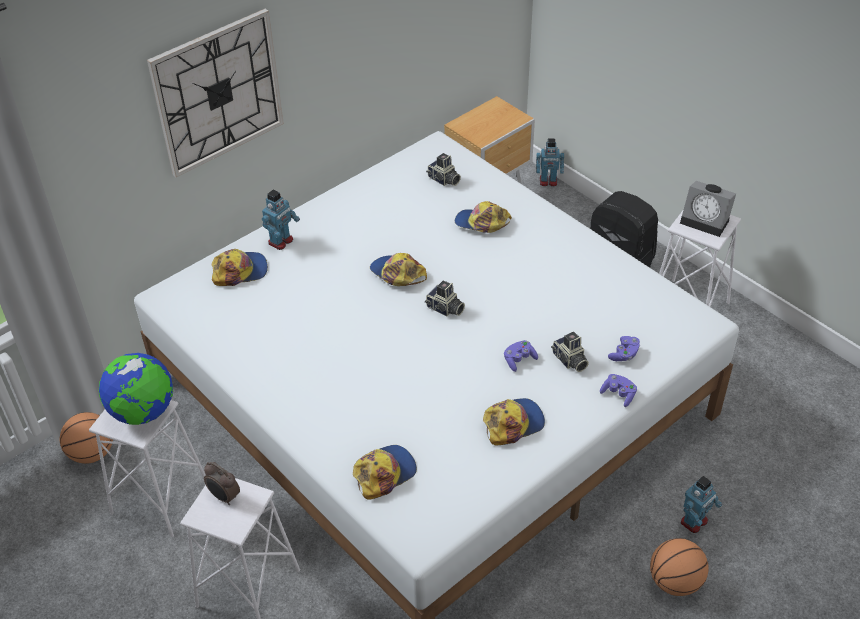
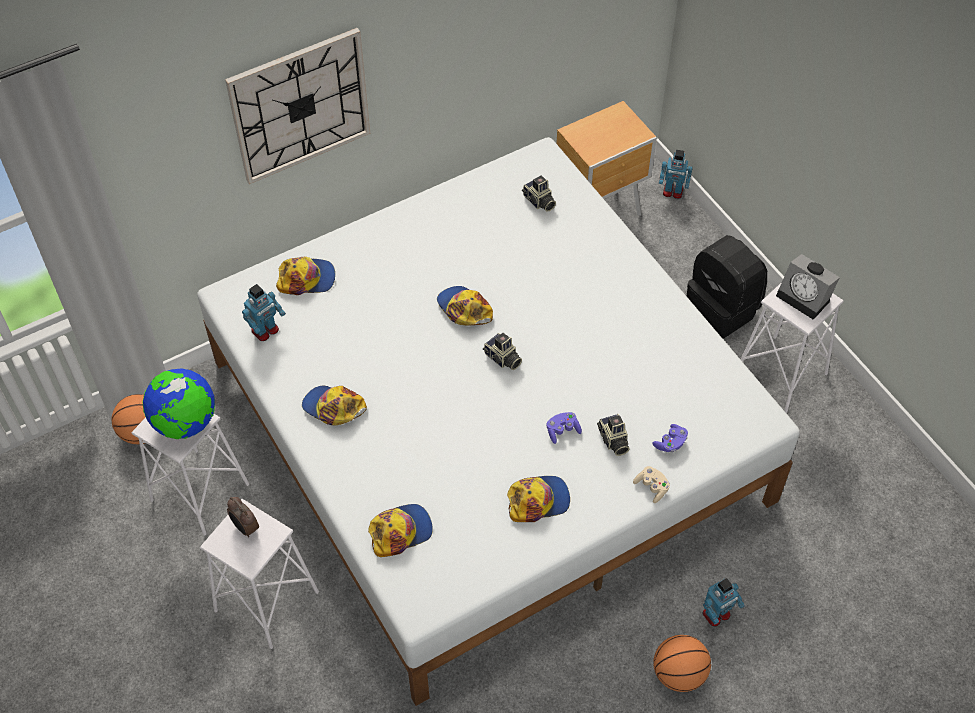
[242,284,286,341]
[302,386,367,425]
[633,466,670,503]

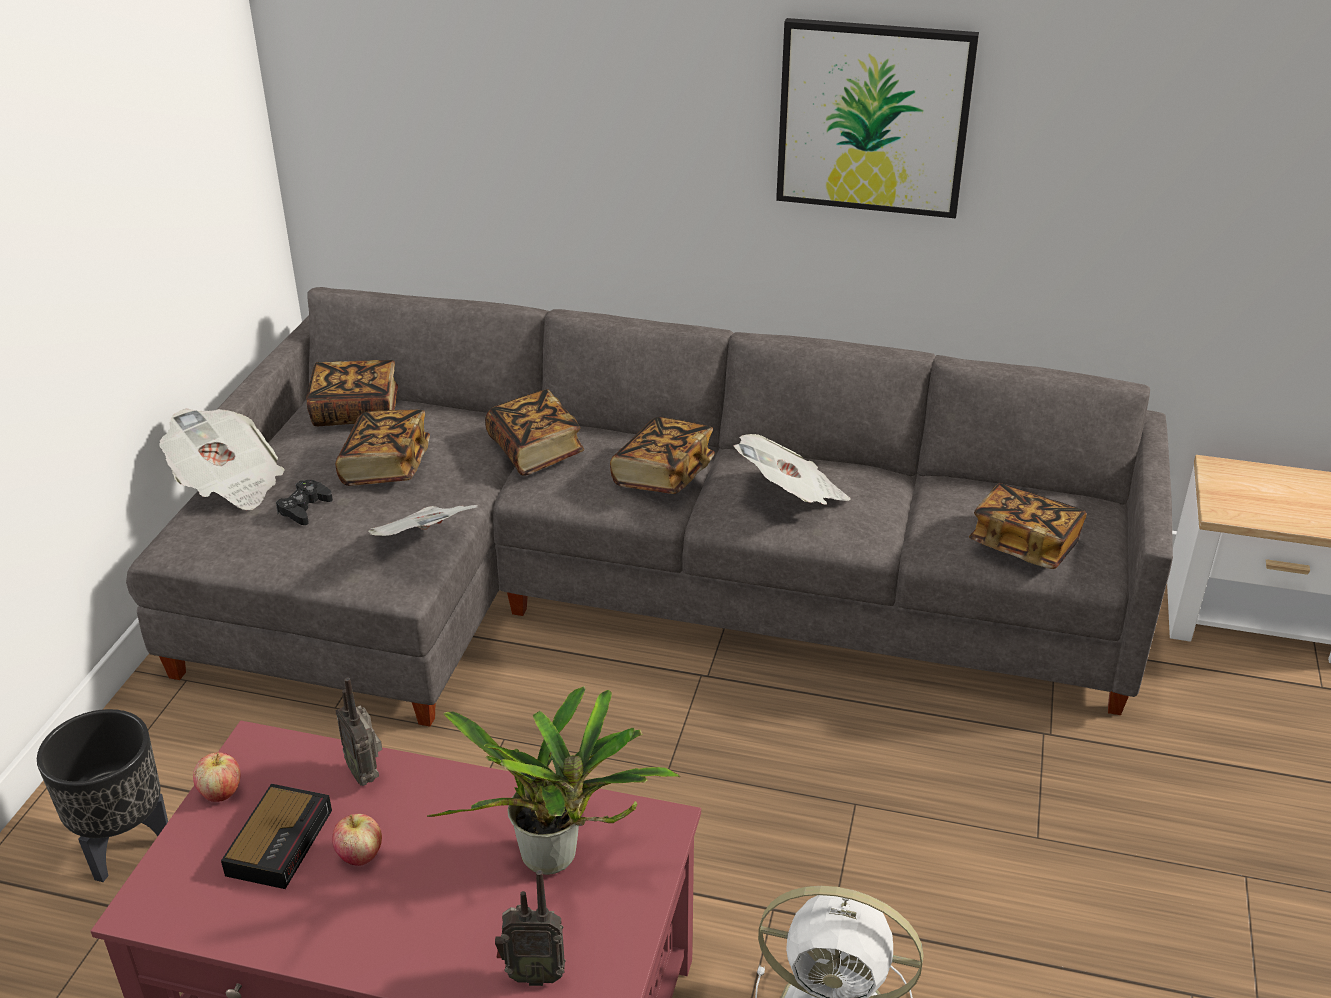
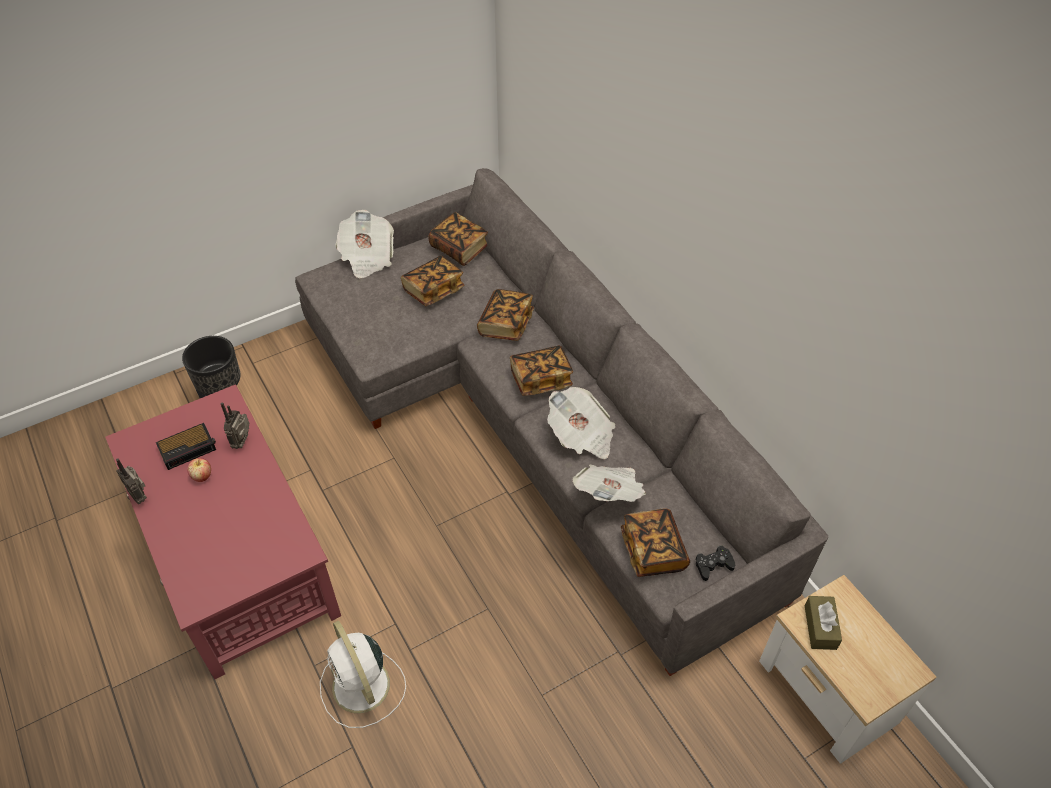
[193,752,241,802] (first image)
[695,545,735,581]
[572,465,646,502]
[427,686,681,875] (first image)
[116,458,147,504]
[776,18,979,218] (first image)
[805,596,842,650]

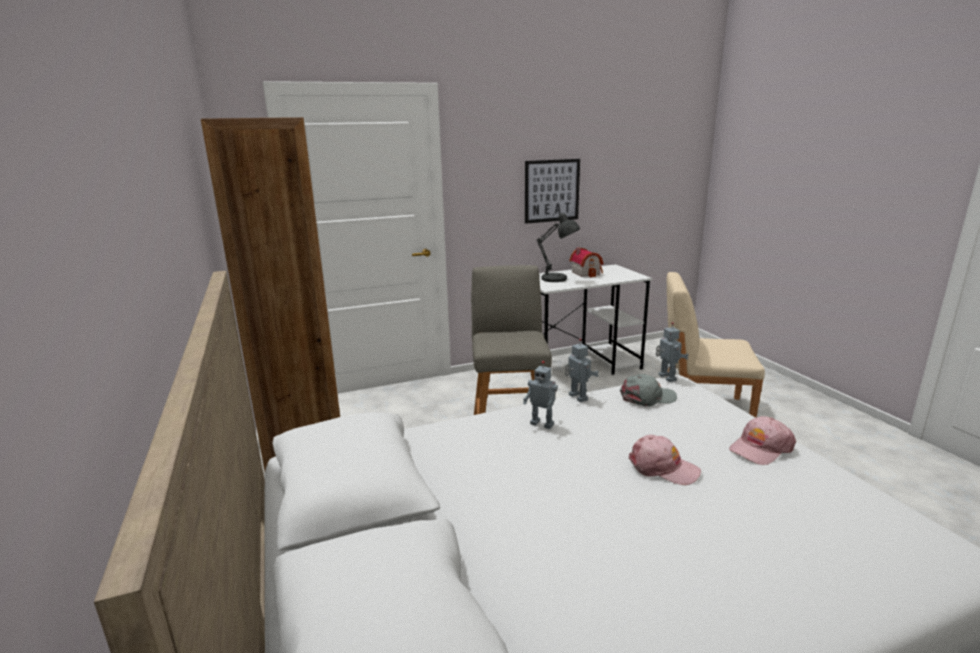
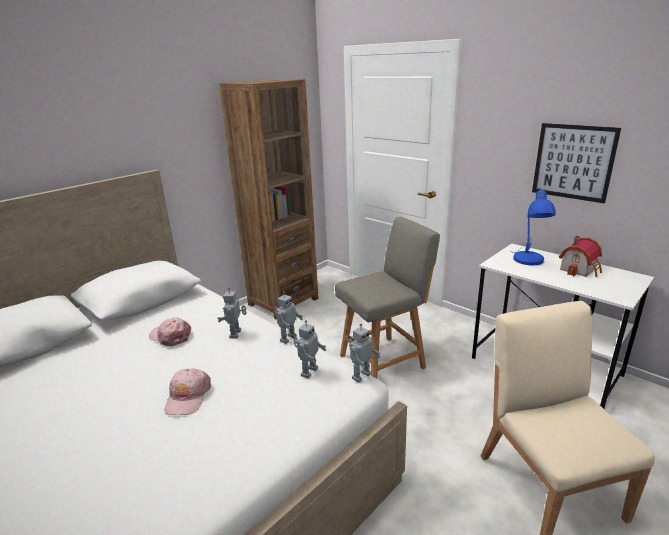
[512,188,556,266]
[294,320,326,379]
[149,317,191,346]

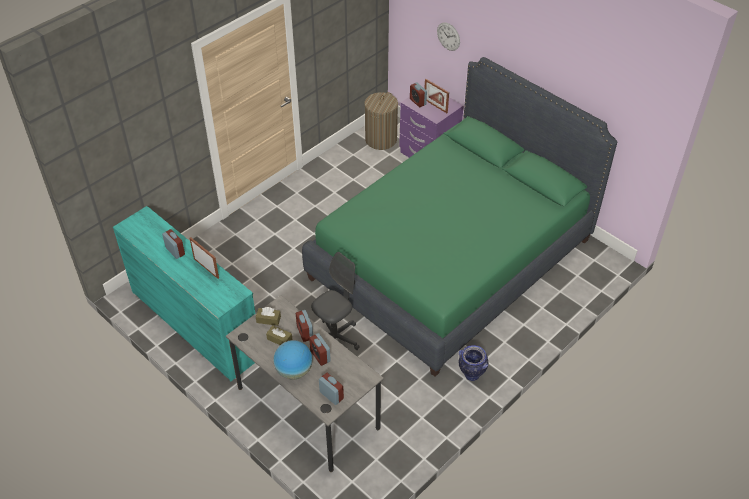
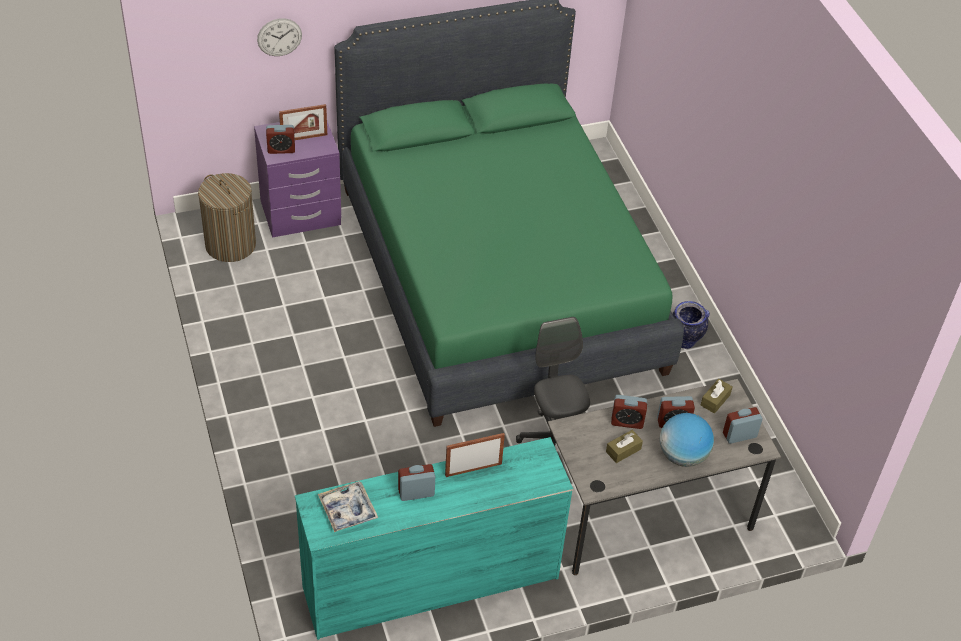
[701,379,733,413]
[318,481,378,532]

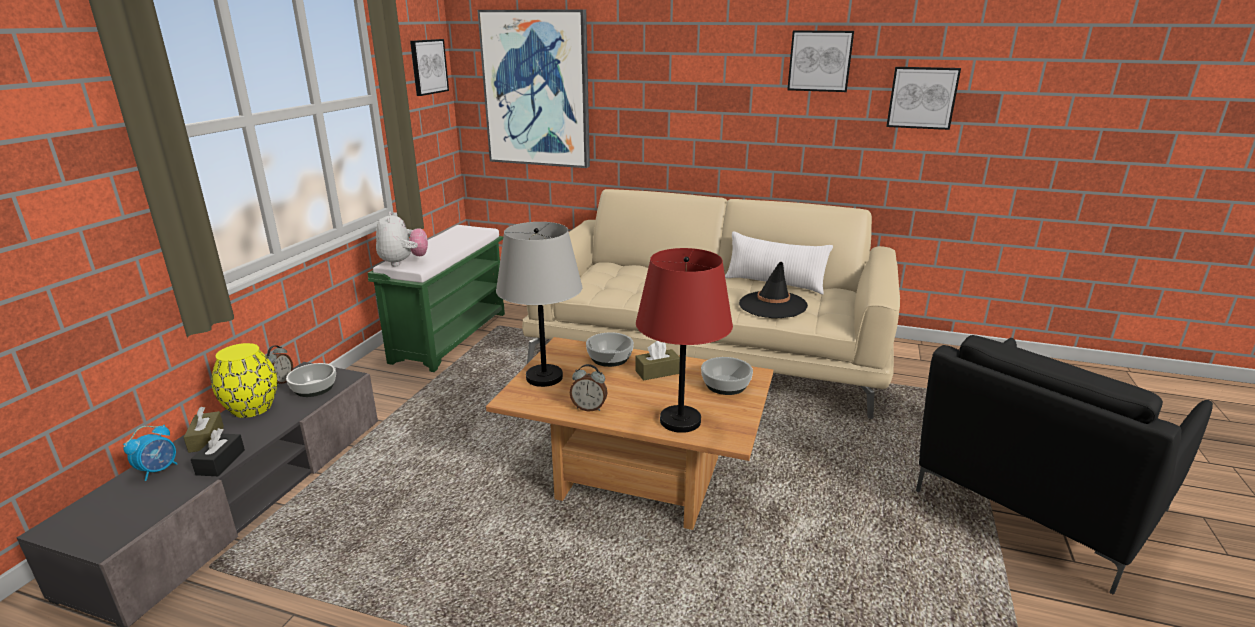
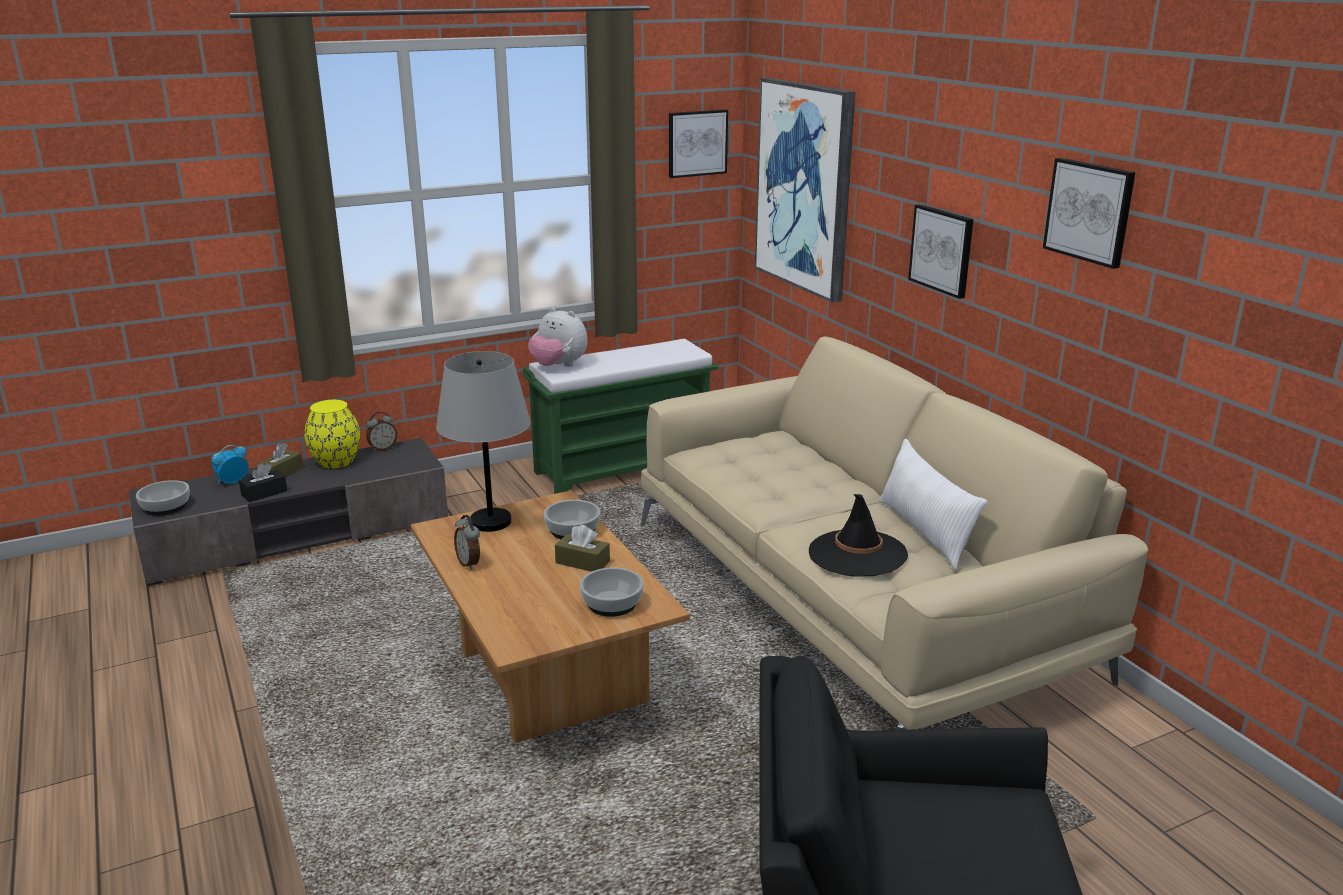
[211,445,249,484]
[136,480,190,516]
[528,307,587,366]
[636,248,733,433] (first image)
[908,204,974,299]

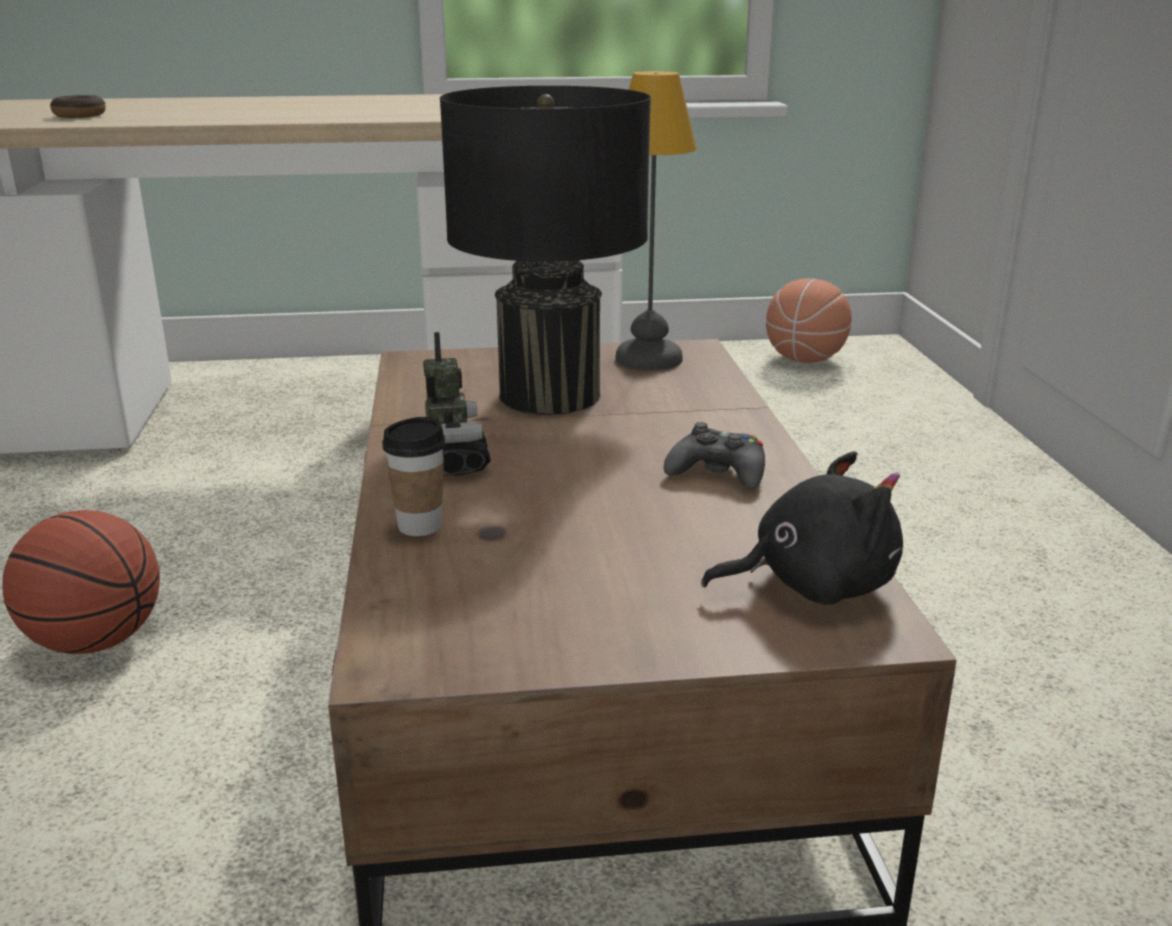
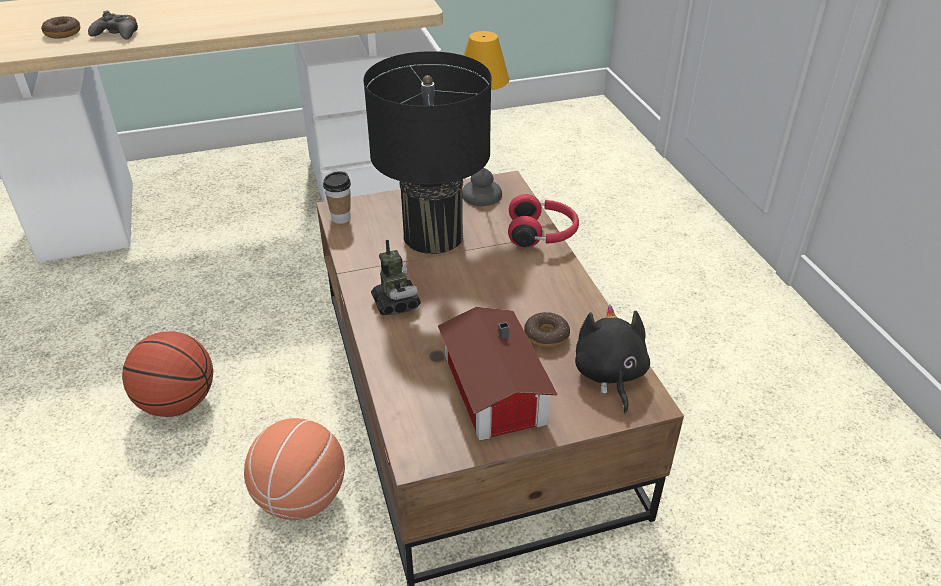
[323,171,351,224]
[88,11,138,40]
[575,305,650,414]
[244,418,345,520]
[438,307,558,441]
[508,194,579,248]
[524,312,570,349]

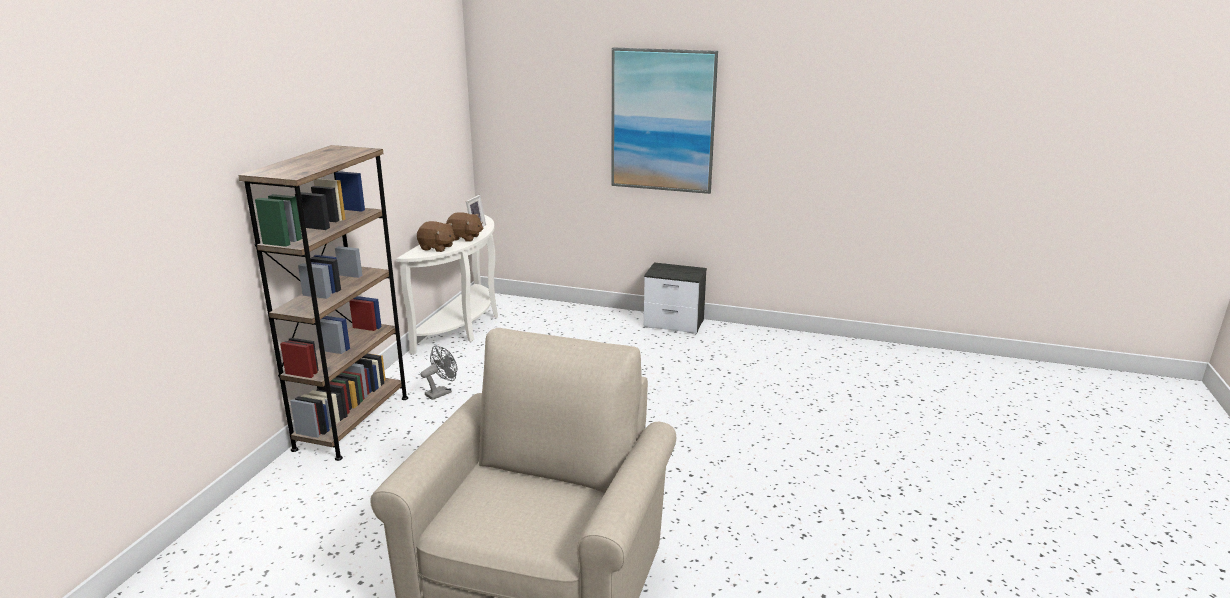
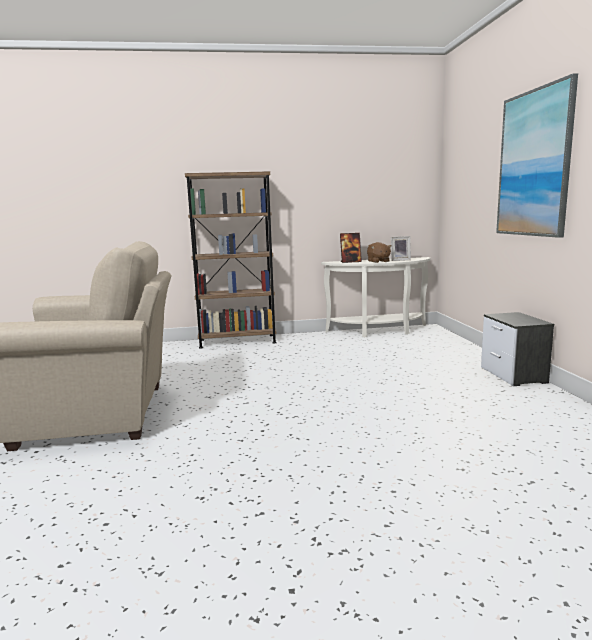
[340,233,362,263]
[420,346,457,400] (first image)

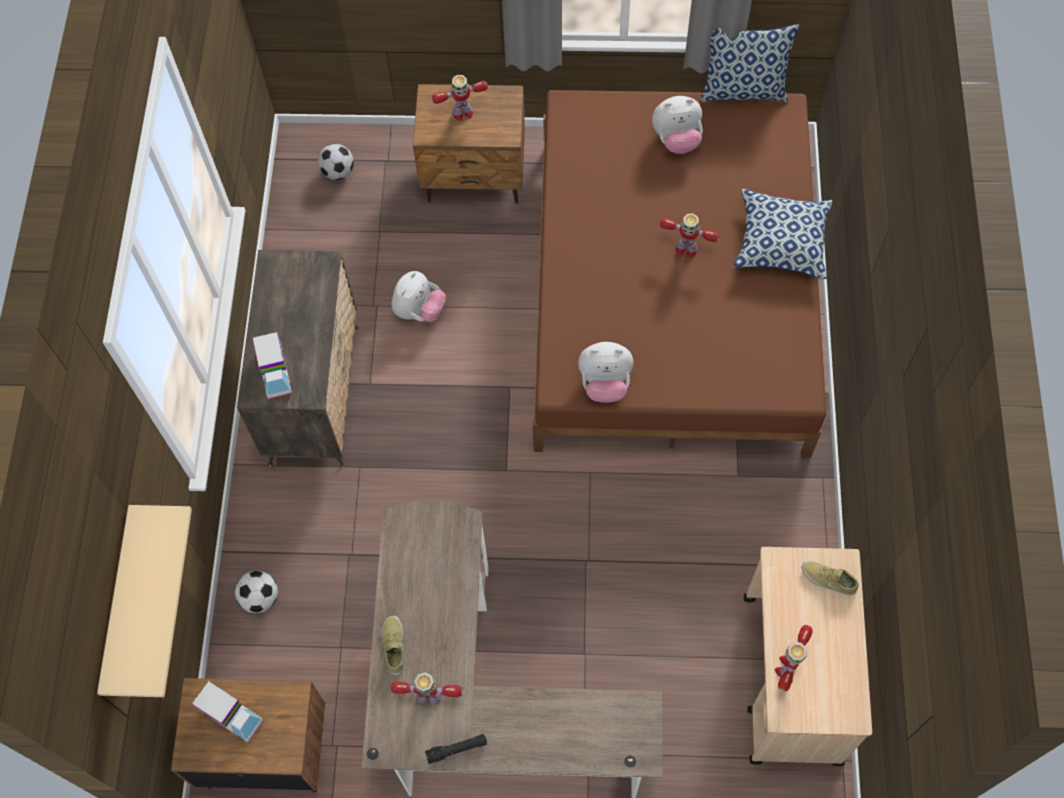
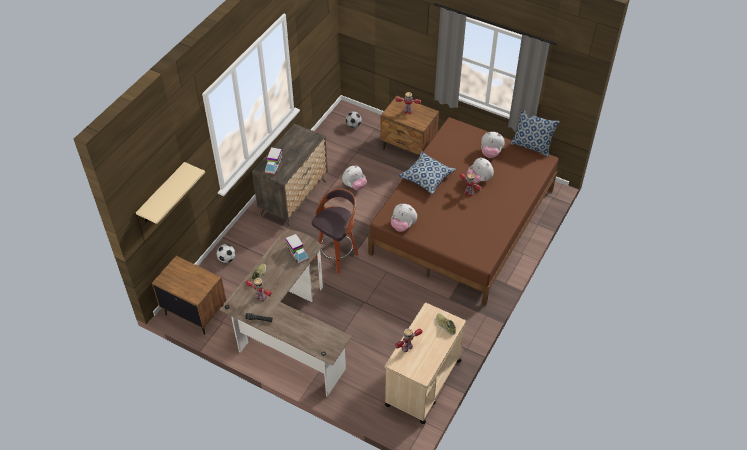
[286,234,309,264]
[398,152,456,194]
[312,188,358,273]
[467,157,494,184]

